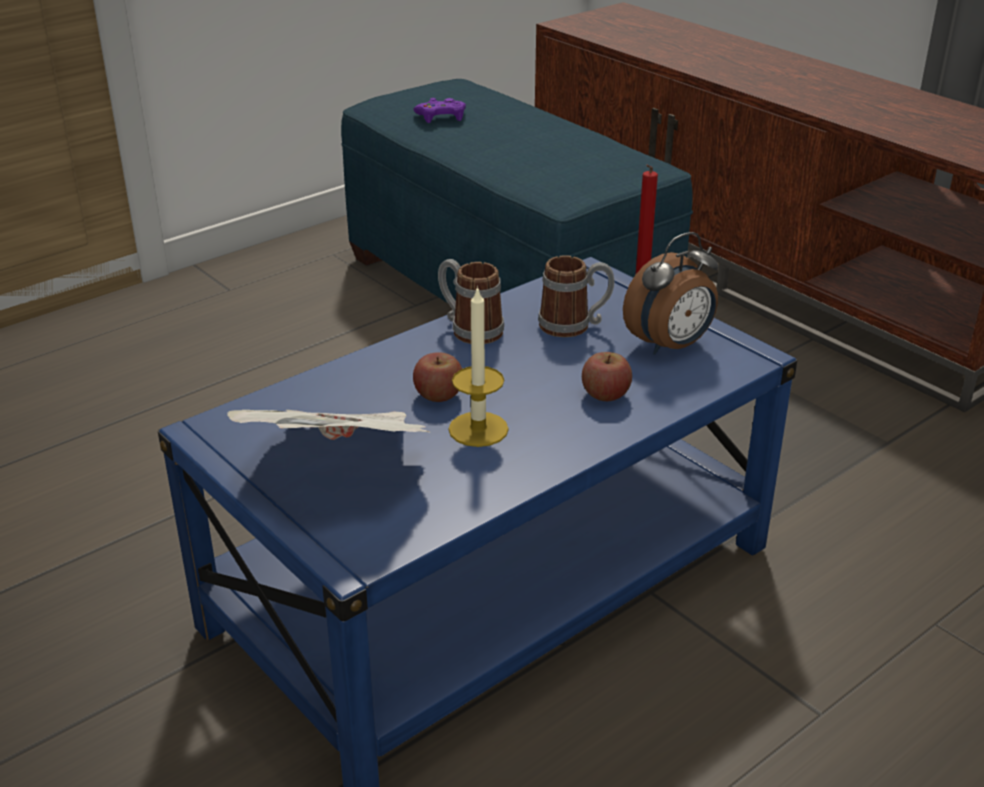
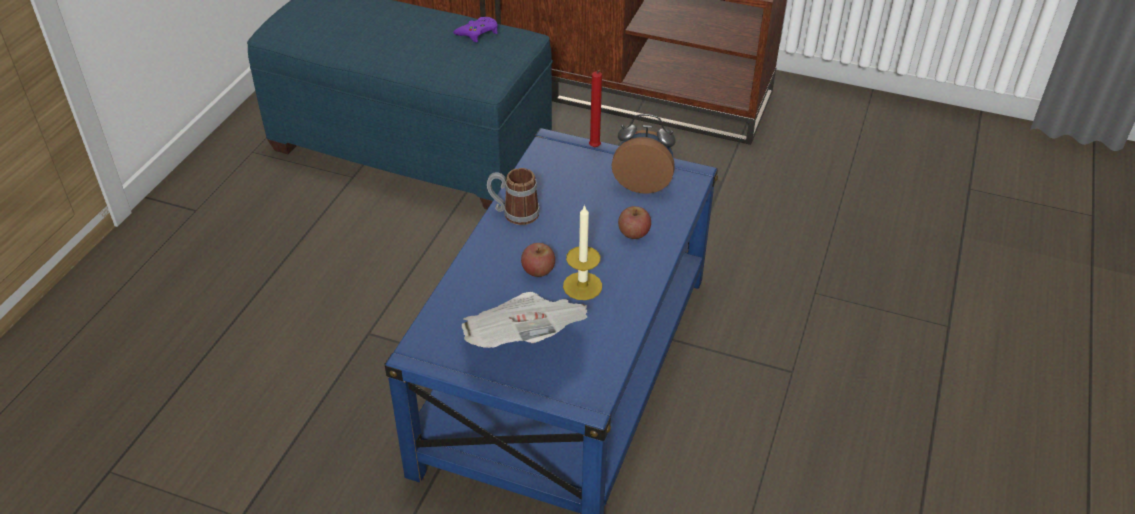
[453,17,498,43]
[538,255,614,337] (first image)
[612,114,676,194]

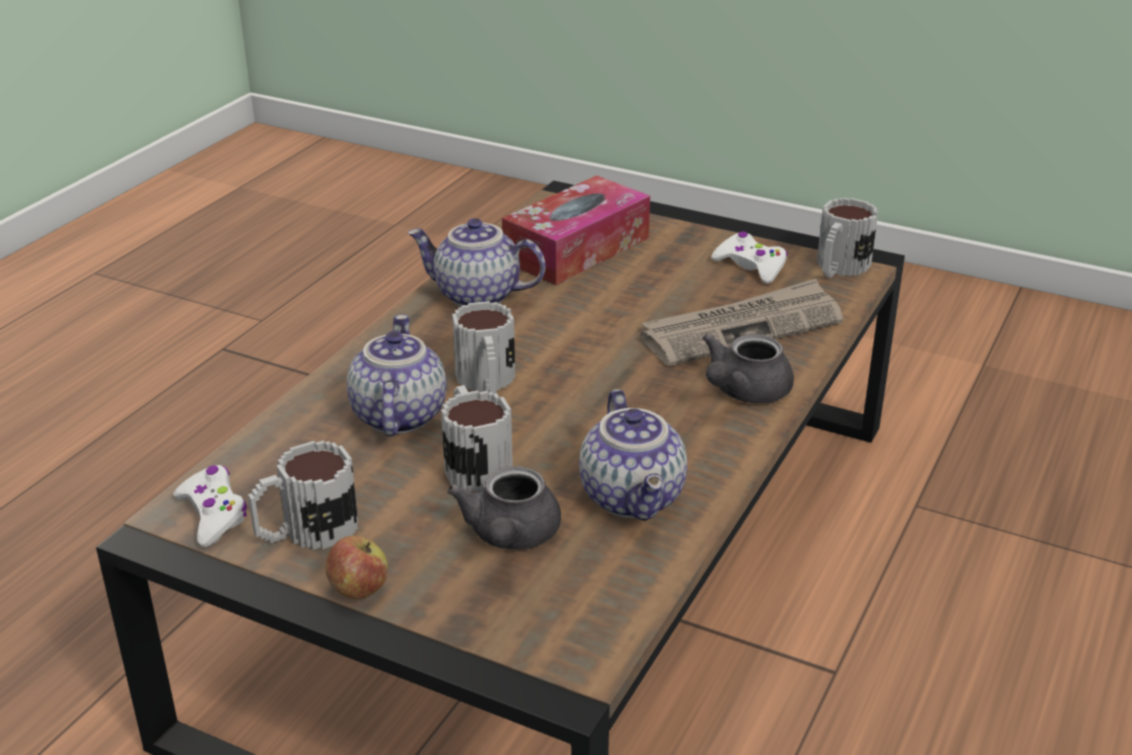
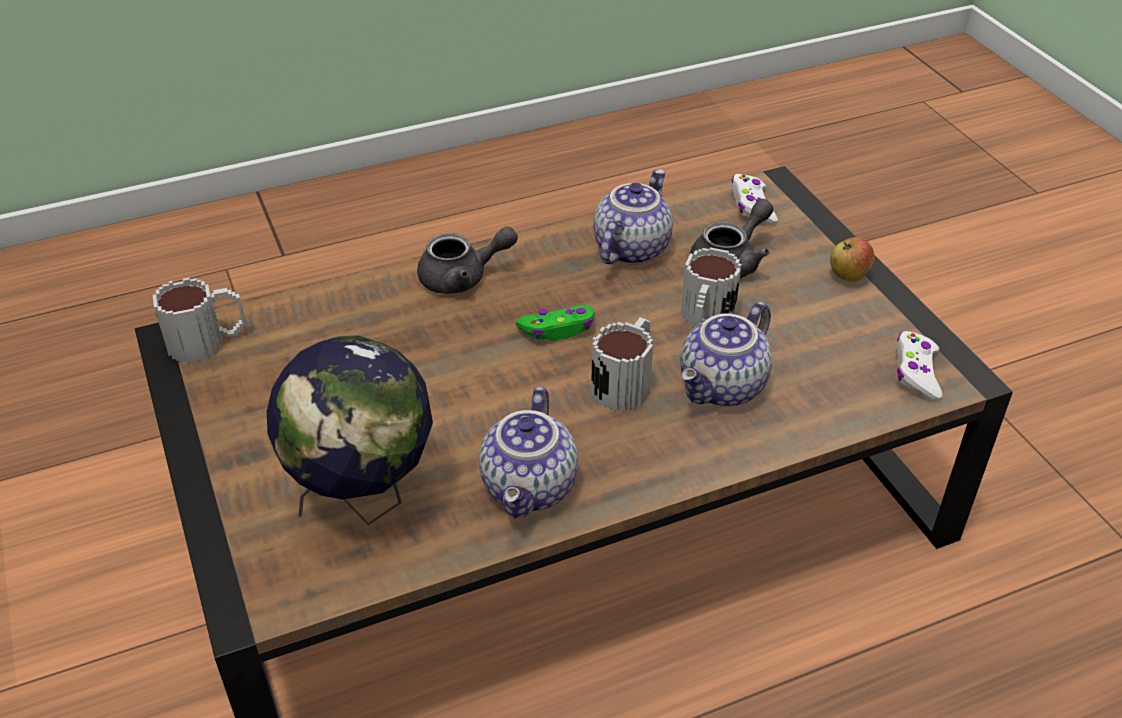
[248,441,358,550] (first image)
[479,387,578,518]
[267,335,433,525]
[641,279,843,366] (first image)
[732,174,778,224]
[516,305,594,341]

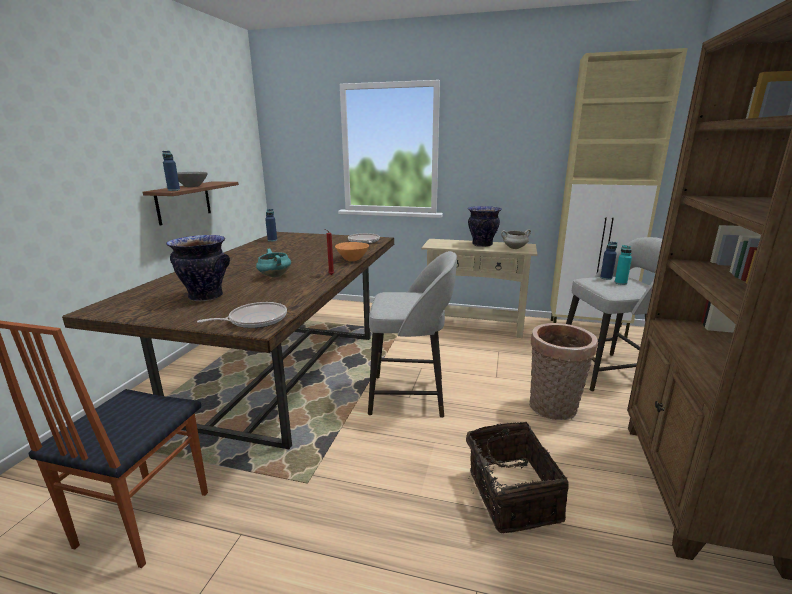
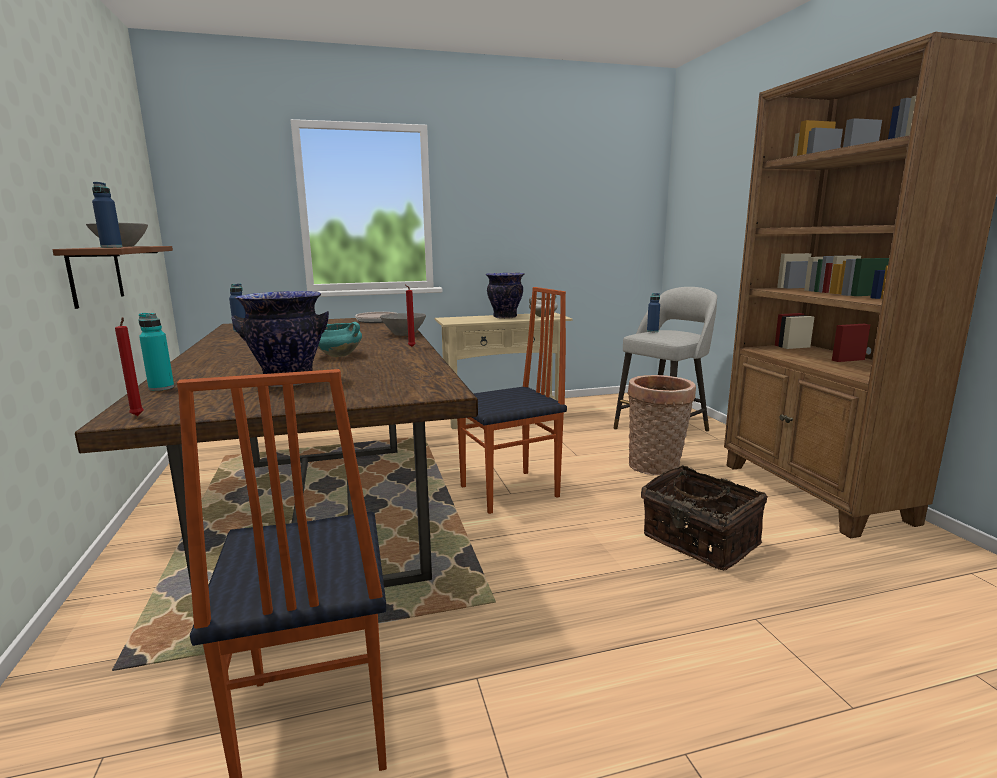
[197,302,287,328] (first image)
[380,313,426,336]
[457,287,567,514]
[550,48,688,338] (first image)
[139,313,174,391]
[115,317,144,416]

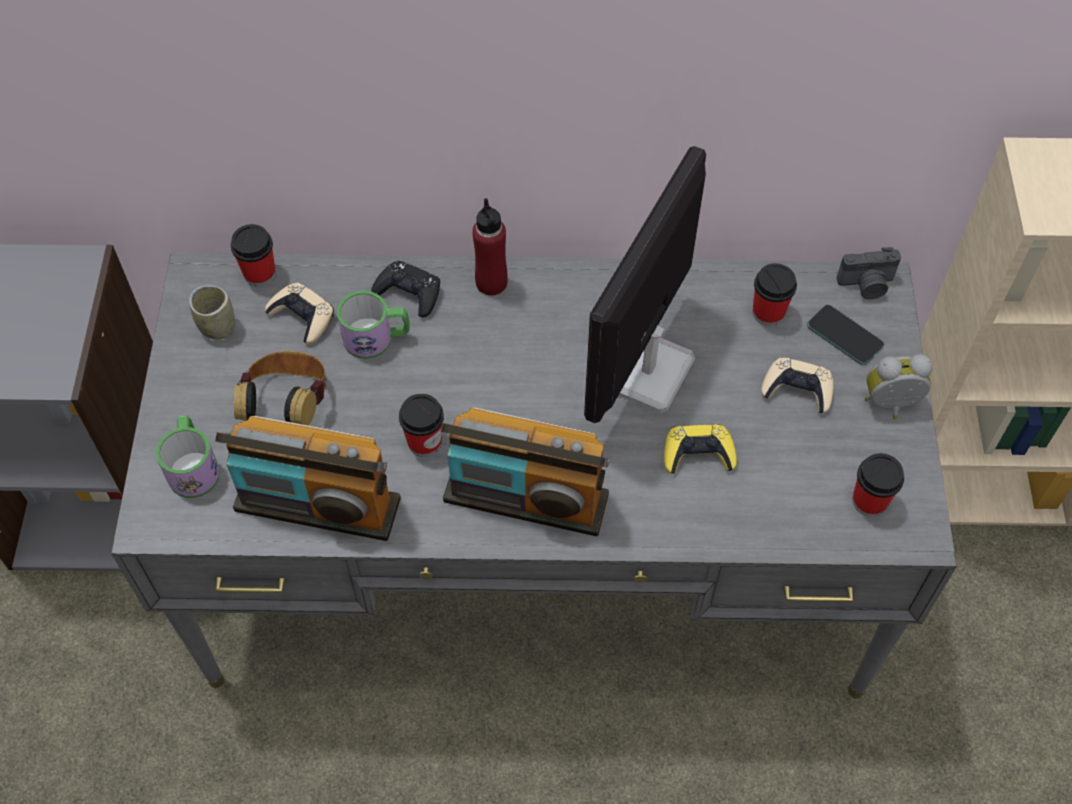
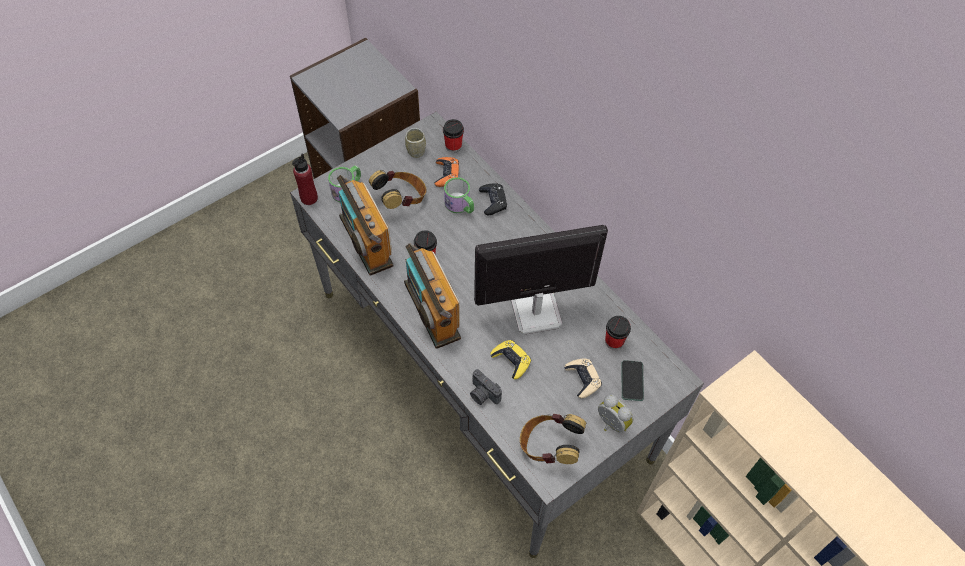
[434,157,459,187]
[292,154,318,205]
[470,369,502,405]
[520,414,586,464]

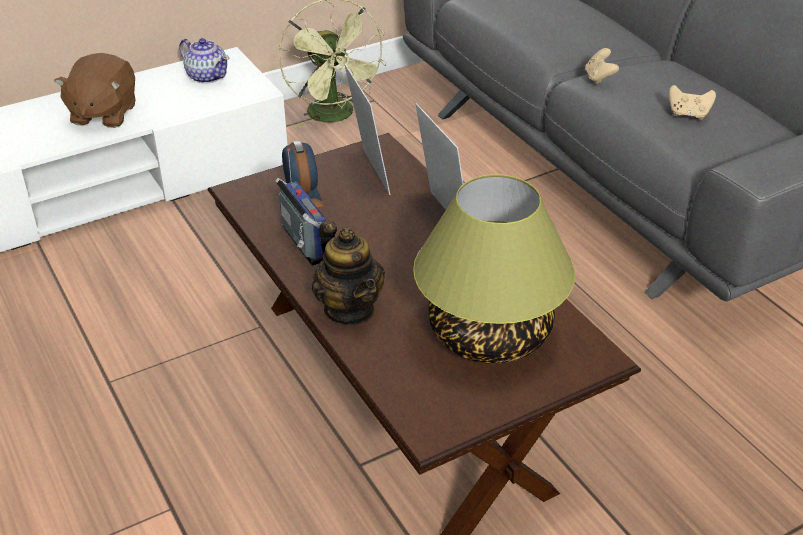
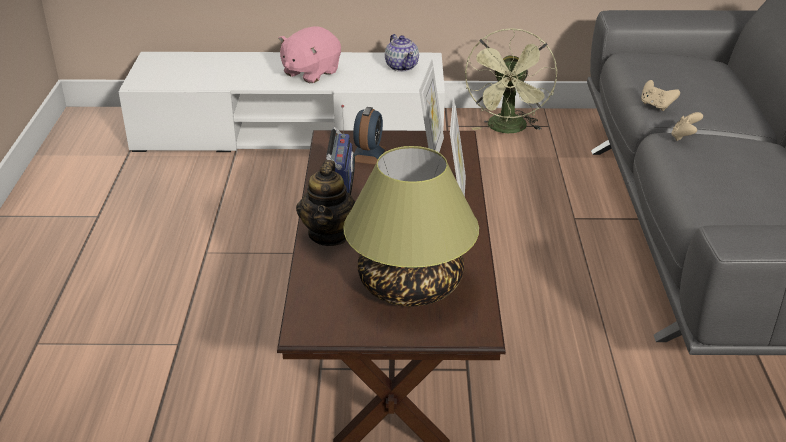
[278,26,341,83]
[641,80,680,111]

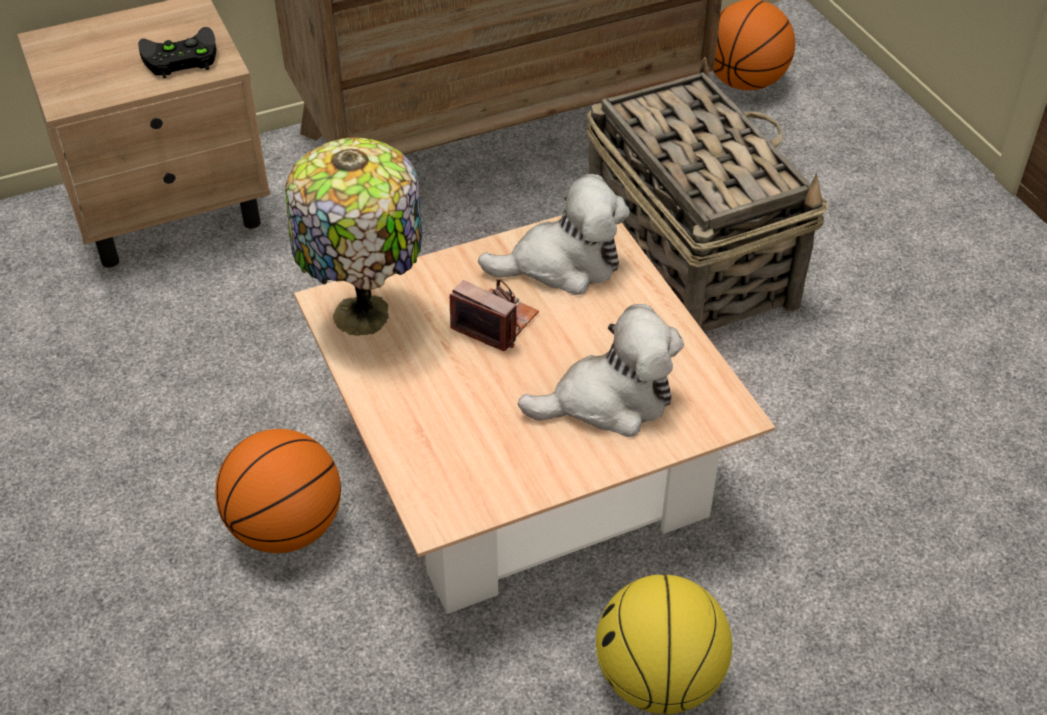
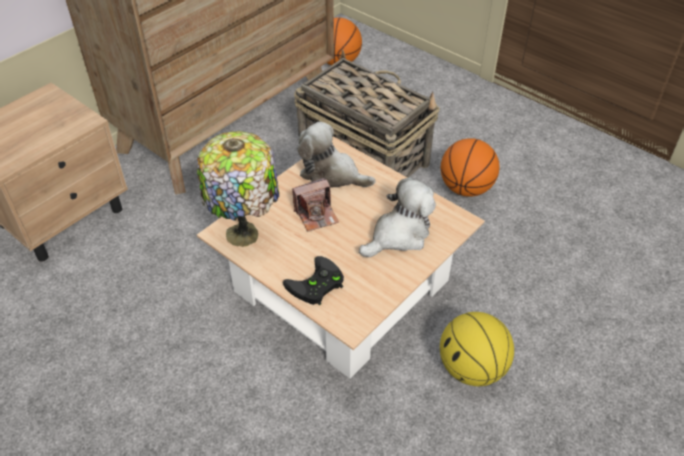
[283,256,344,305]
[441,138,499,197]
[292,178,339,232]
[297,122,376,188]

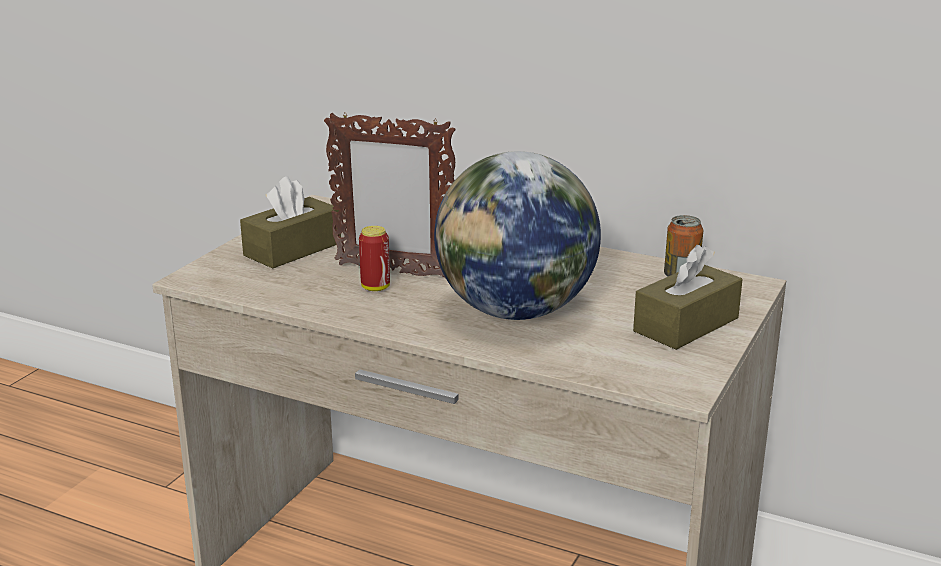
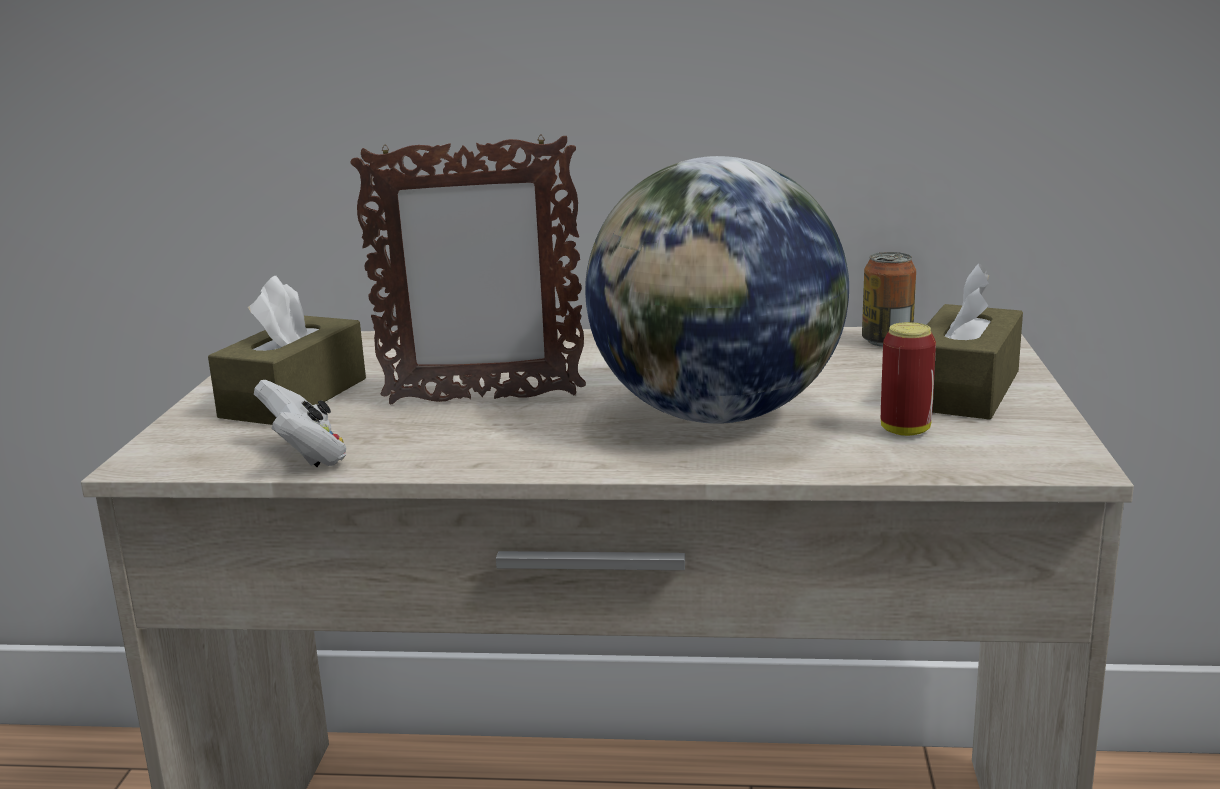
[881,322,936,436]
[254,380,347,467]

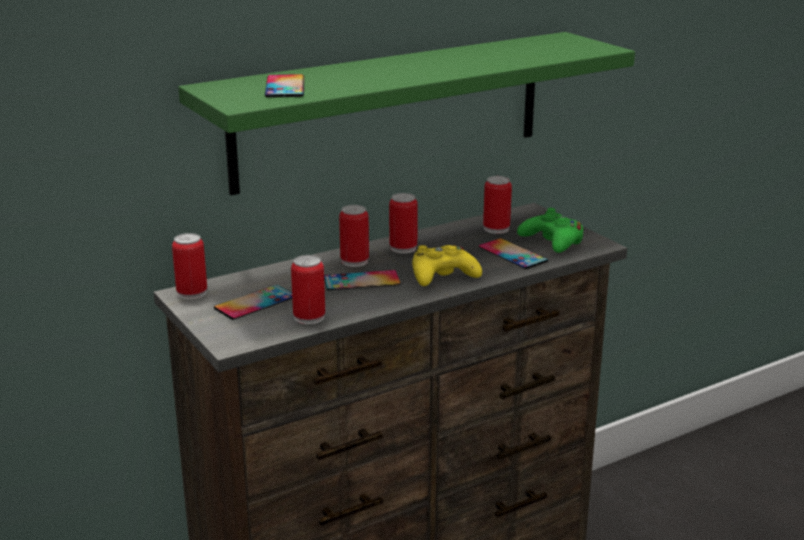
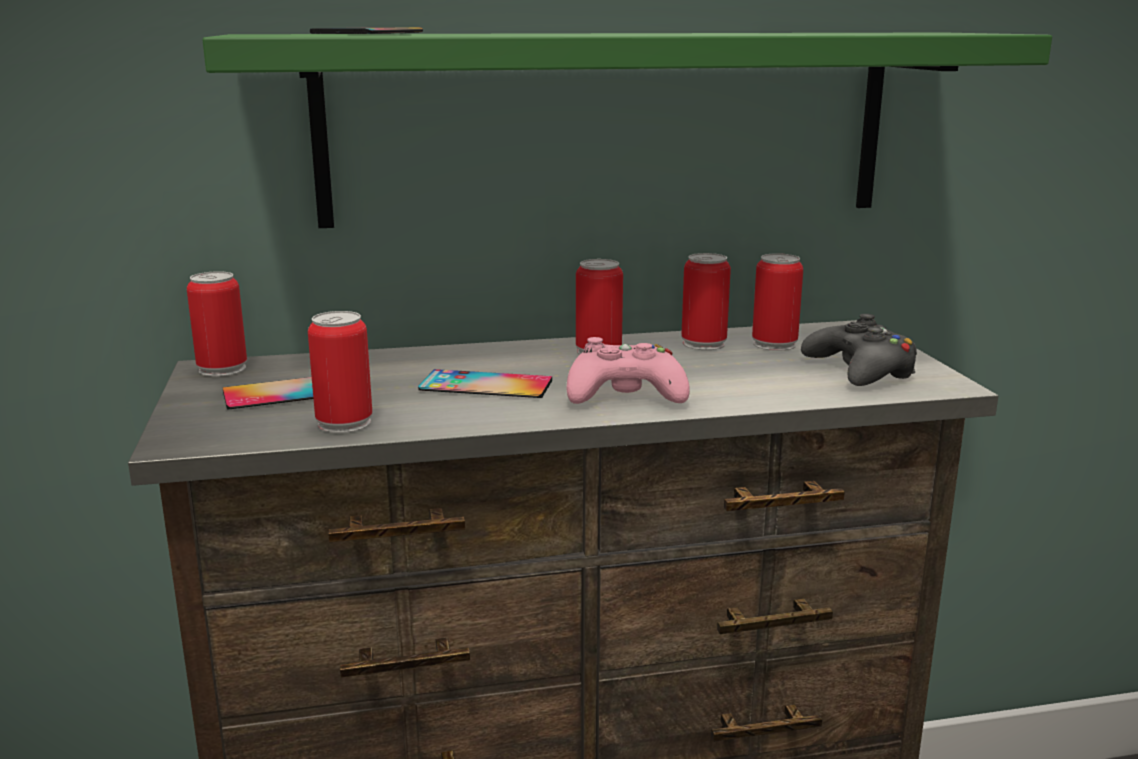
[681,253,731,350]
[567,337,690,404]
[479,238,548,269] (first image)
[801,314,917,386]

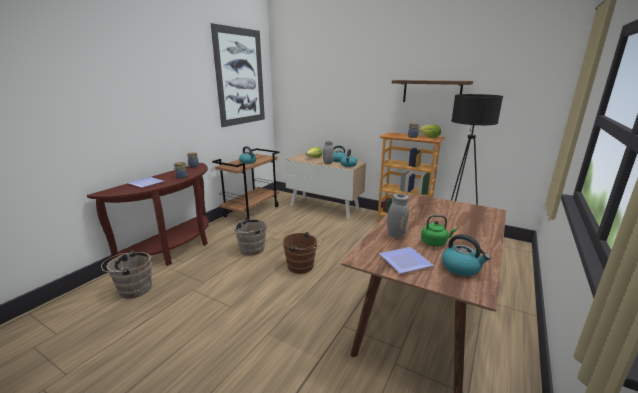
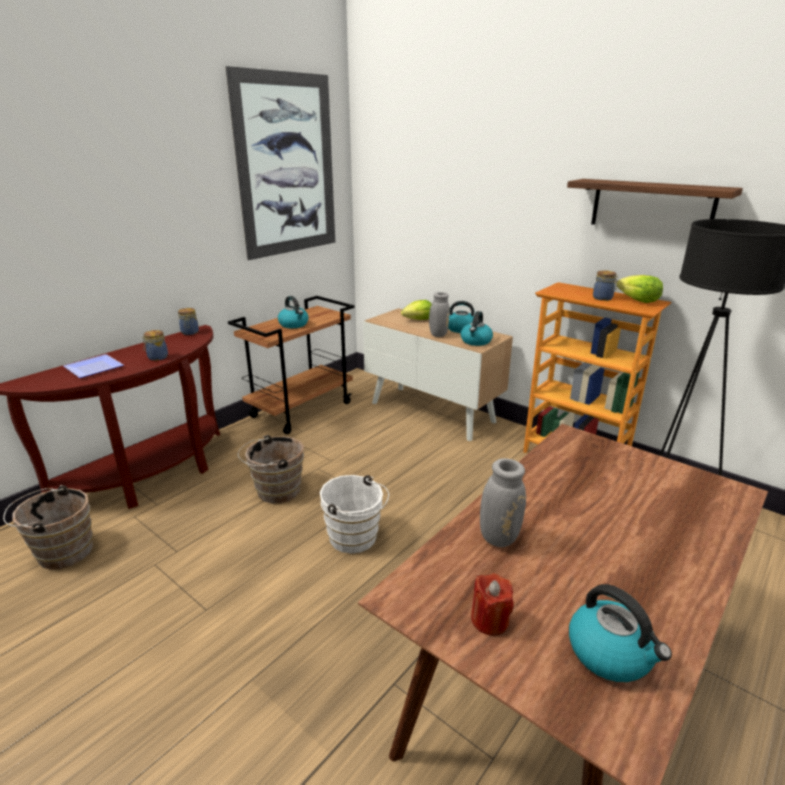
[320,475,389,553]
[471,573,514,636]
[421,215,457,247] (first image)

